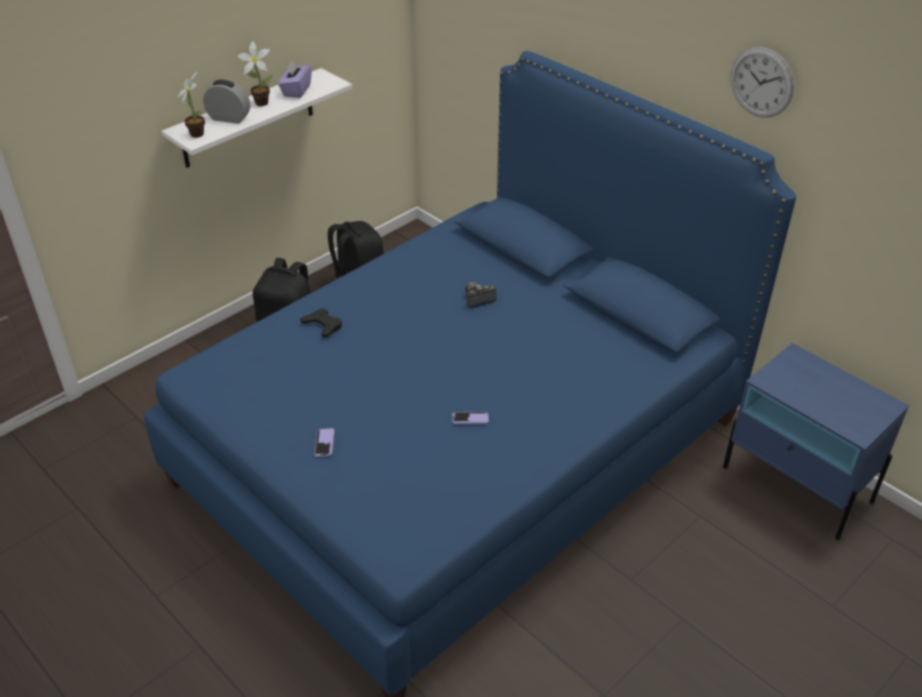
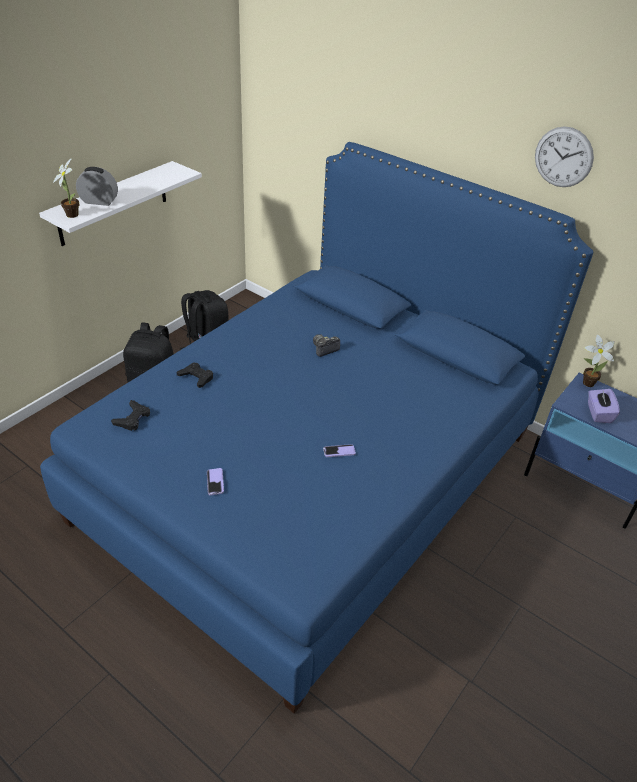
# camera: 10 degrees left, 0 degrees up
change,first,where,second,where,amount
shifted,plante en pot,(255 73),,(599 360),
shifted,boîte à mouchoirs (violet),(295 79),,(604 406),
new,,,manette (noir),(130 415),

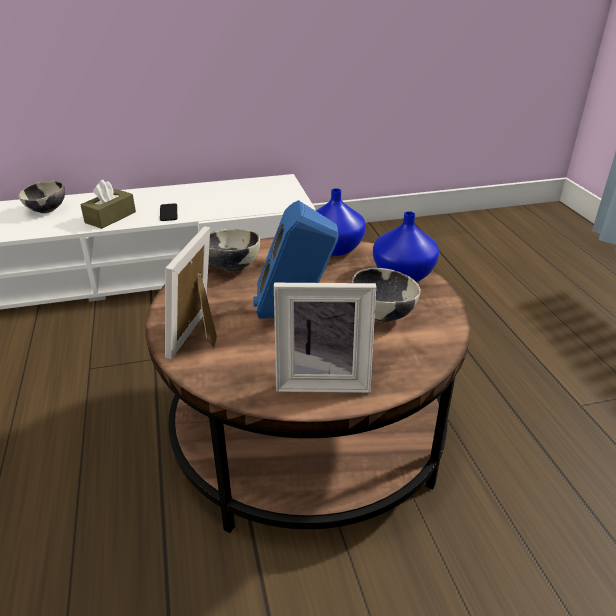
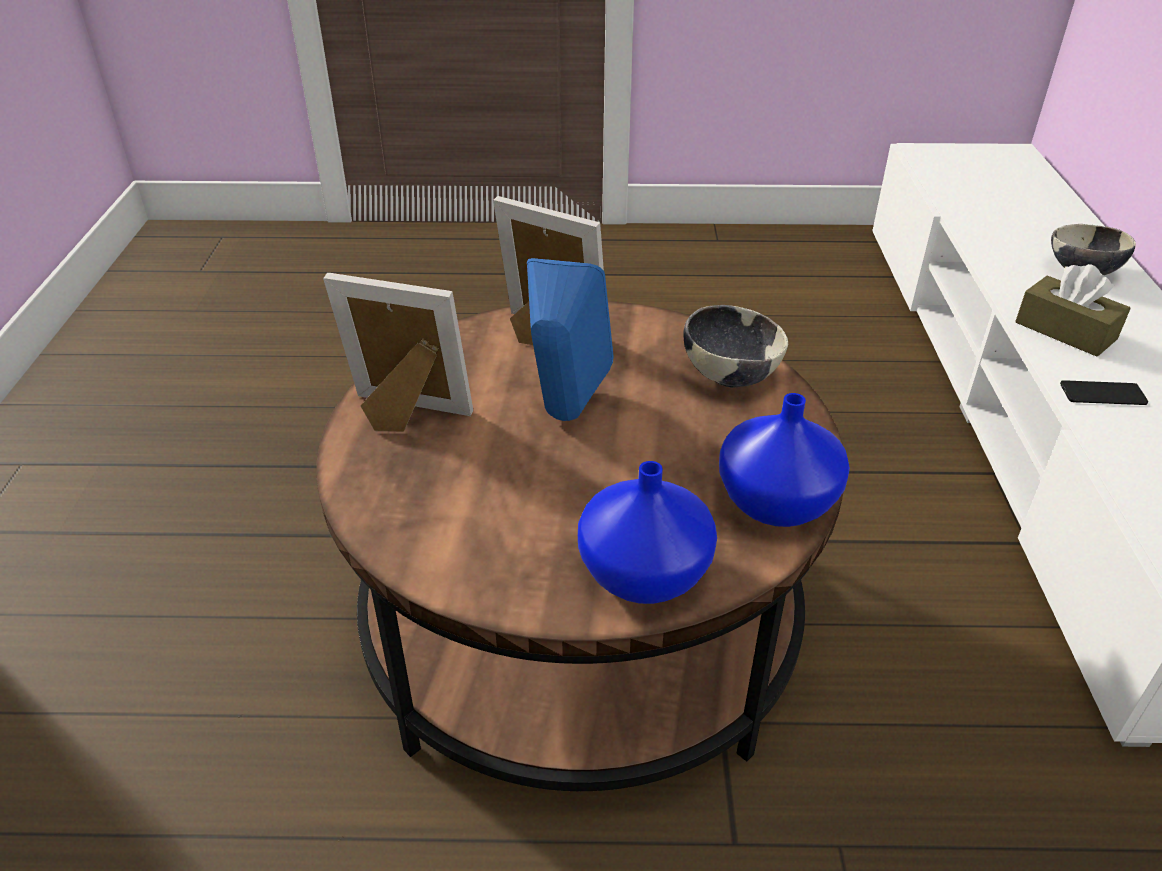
# camera: 105 degrees right, 5 degrees up
change,first,where,second,where,amount
gone,bol,(386 295),,,
rotated,cadre photo,(325 338),,(398 352),90 degrees clockwise

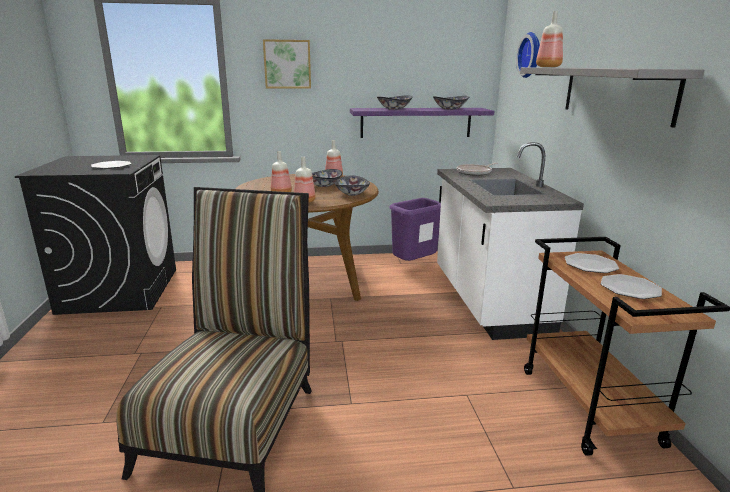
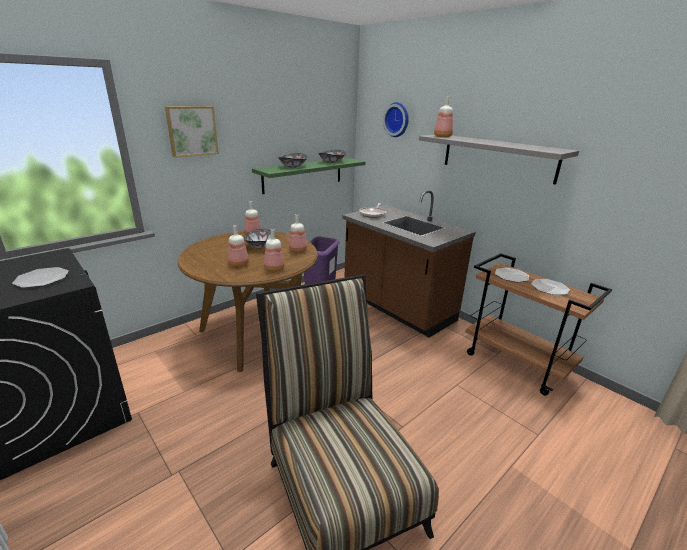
# camera: 35 degrees left, 5 degrees up
change,first,where,second,where,amount
repainted,étagère (violet),(422 123),étagère (vert),(308 176),
repainted,comptoir de cuisine (blanc),(510 241),comptoir de cuisine (marron),(409 263),
swapped,bol,(352 185),bouteille,(298 233),

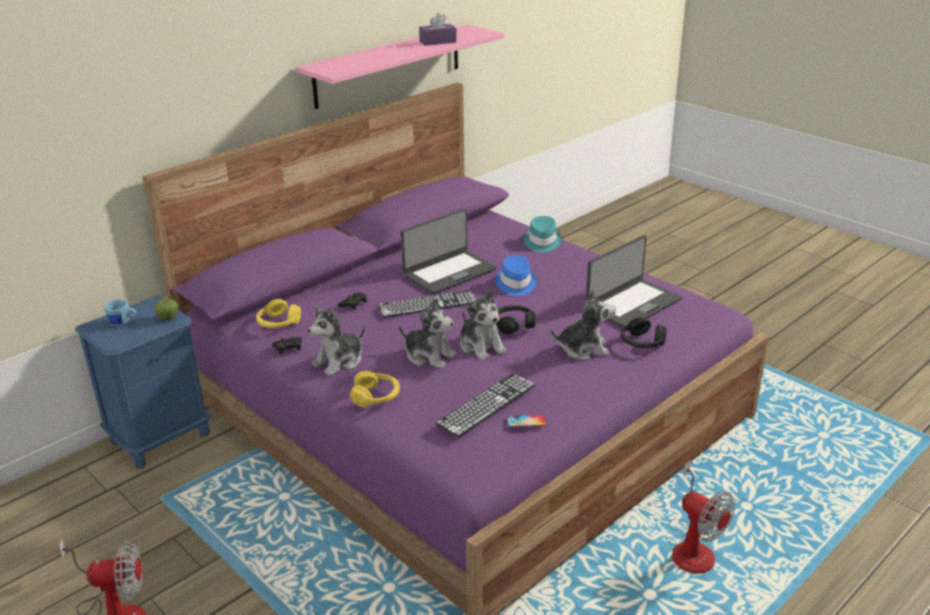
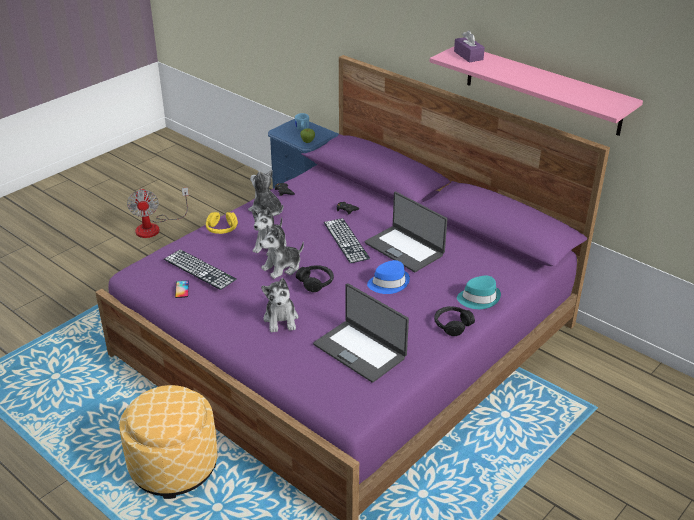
# camera: 85 degrees right, 5 degrees up
change,first,where,second,where,amount
shifted,boîte à mouchoirs (violet),(438 29),,(469 46),
gone,casque audio (jaune),(278 313),,,
shifted,casque audio (noir),(644 332),,(454 321),
swapped,ventilateur,(701 516),pouf,(168 442),

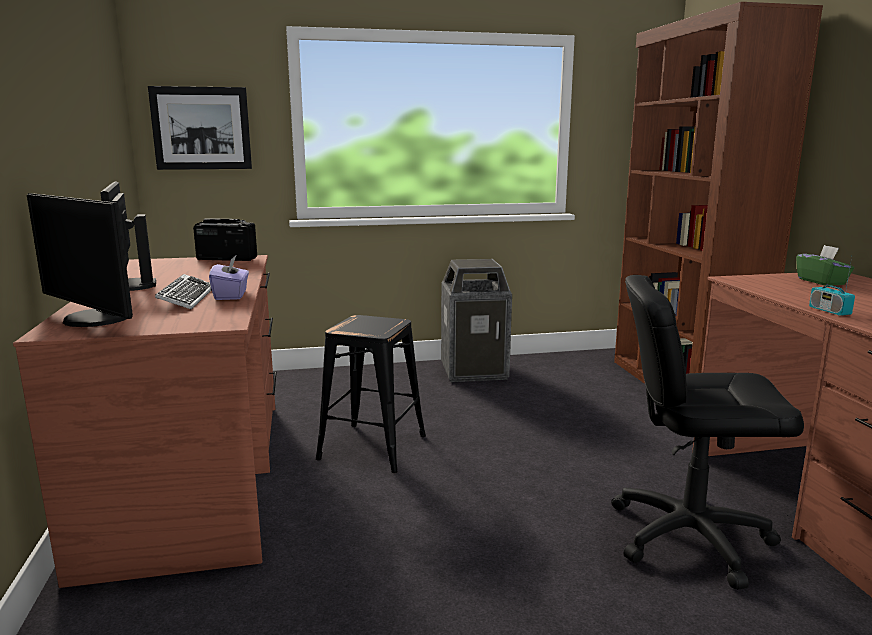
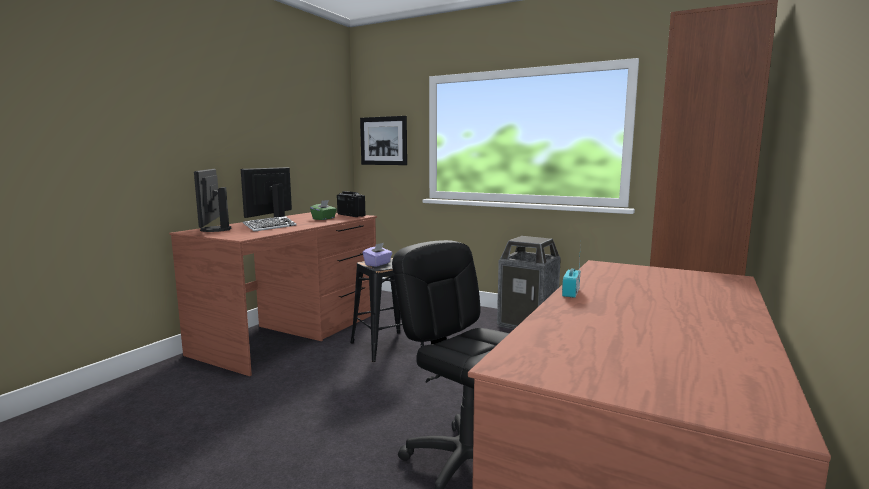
# camera: 40 degrees right, 5 degrees down
change,first,where,second,where,amount
shifted,boîte à mouchoirs (vert),(825 265),,(323 210),
shifted,boîte à mouchoirs (violet),(229 278),,(377 255),

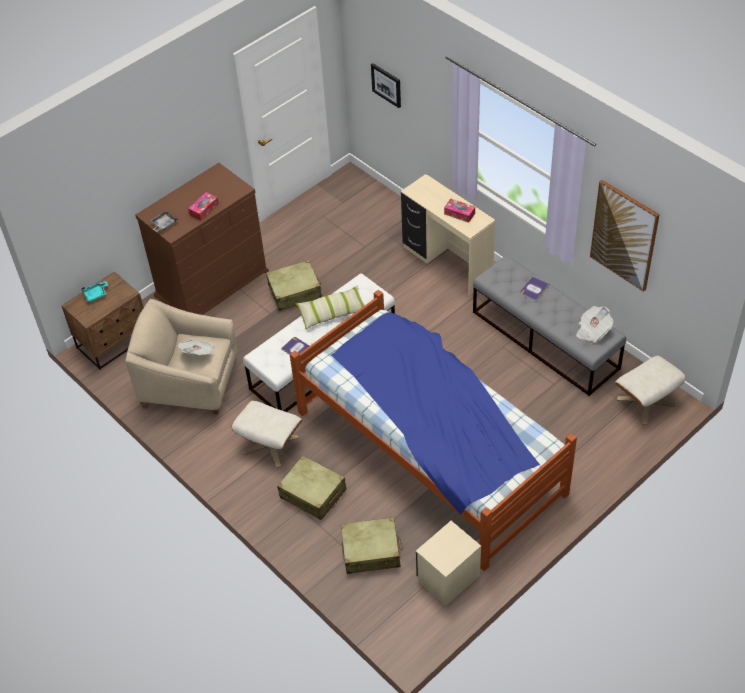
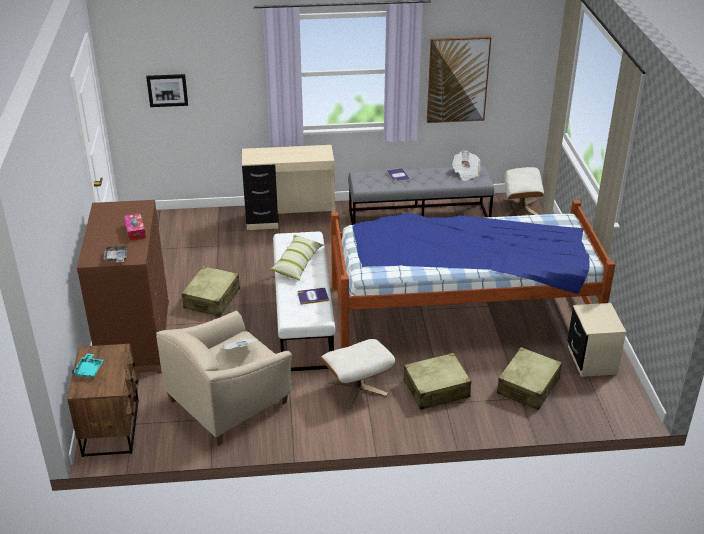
# camera: 55 degrees left, 15 degrees down
change,first,where,second,where,amount
gone,boîte à mouchoirs,(459 210),,,

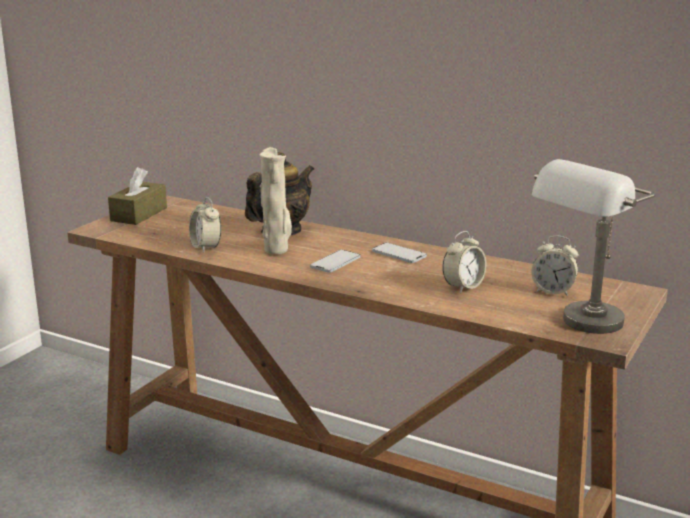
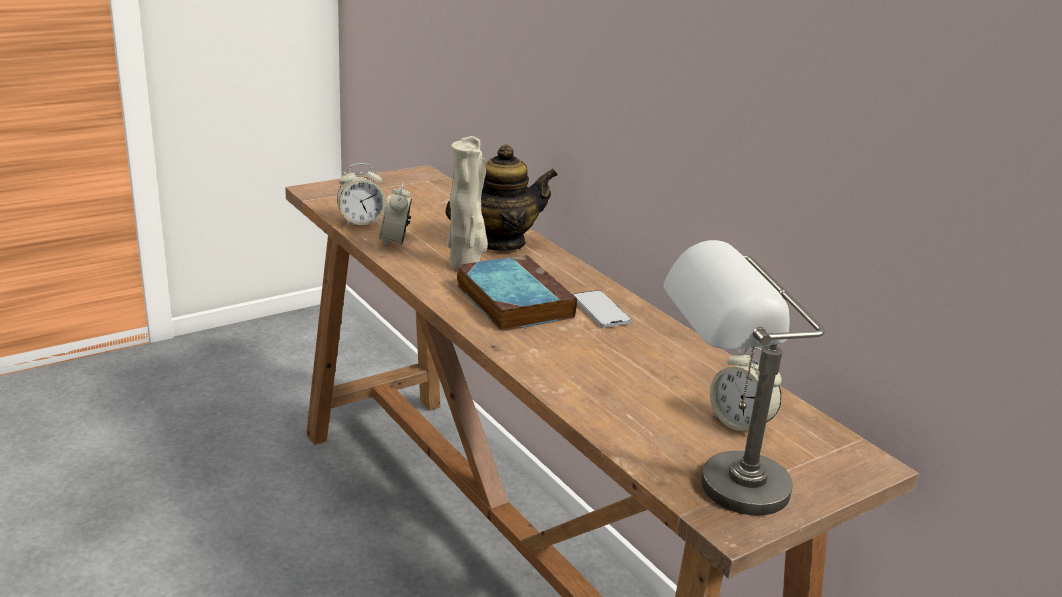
# camera: 25 degrees right, 5 degrees up
change,first,where,second,where,amount
gone,boîte à mouchoirs (marron),(137 196),,,
shifted,réveil,(464 262),,(361 195),
swapped,téléphone,(335 261),livre,(517 293),

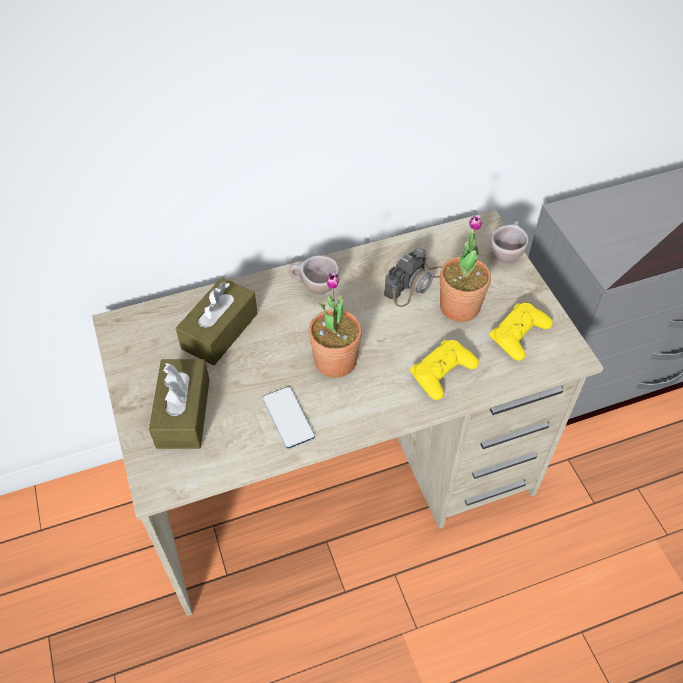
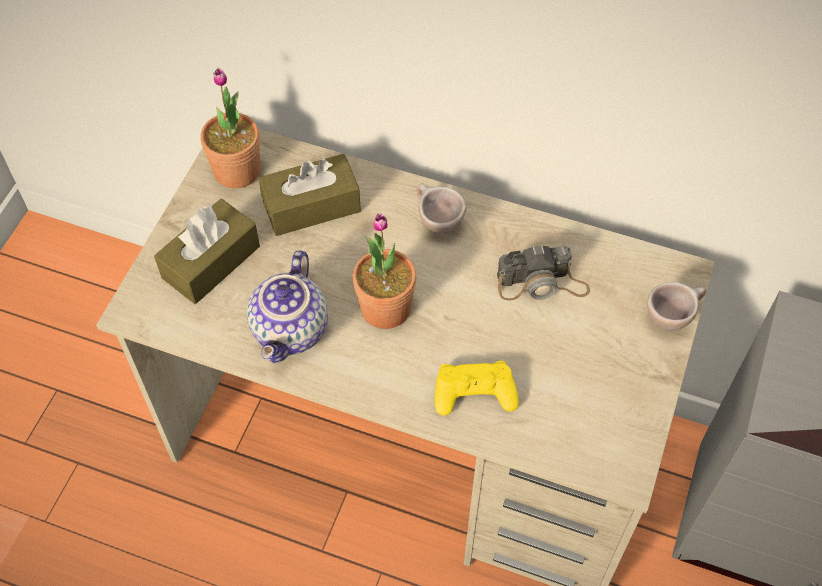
# camera: 40 degrees right, 5 degrees up
change,first,where,second,where,amount
shifted,plante en pot,(465 268),,(230 128),
gone,manette (jaune),(521 332),,,
swapped,téléphone,(288 417),théière,(287 306),

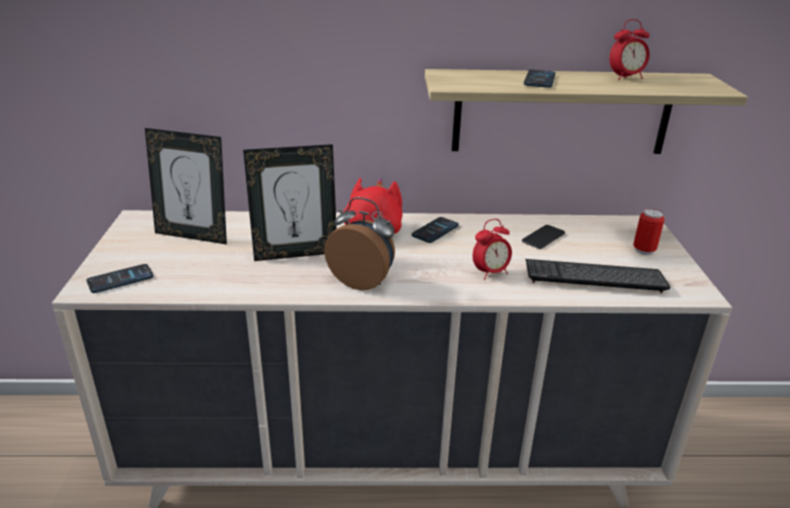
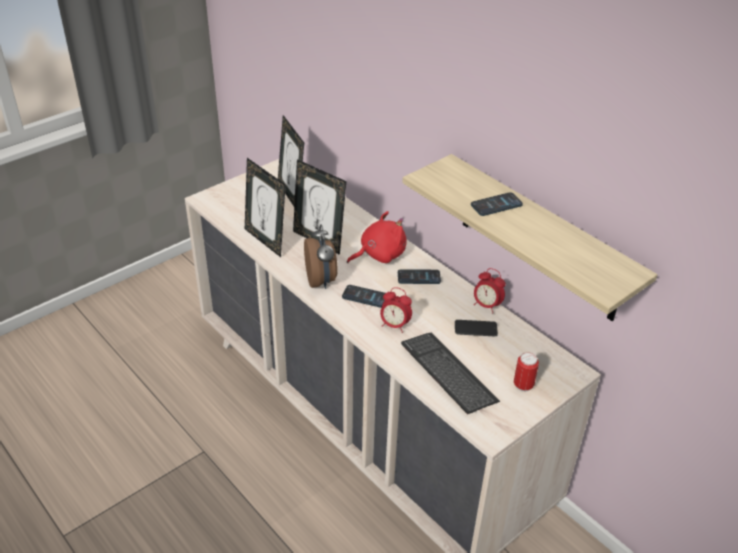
# camera: 50 degrees right, 10 degrees up
change,first,where,second,where,amount
shifted,réveil,(629 49),,(490 291),
shifted,téléphone,(120 278),,(363 296),
new,,,cadre photo,(265 207),

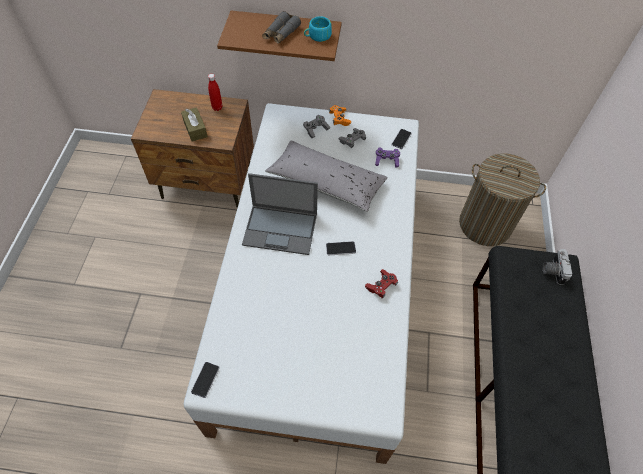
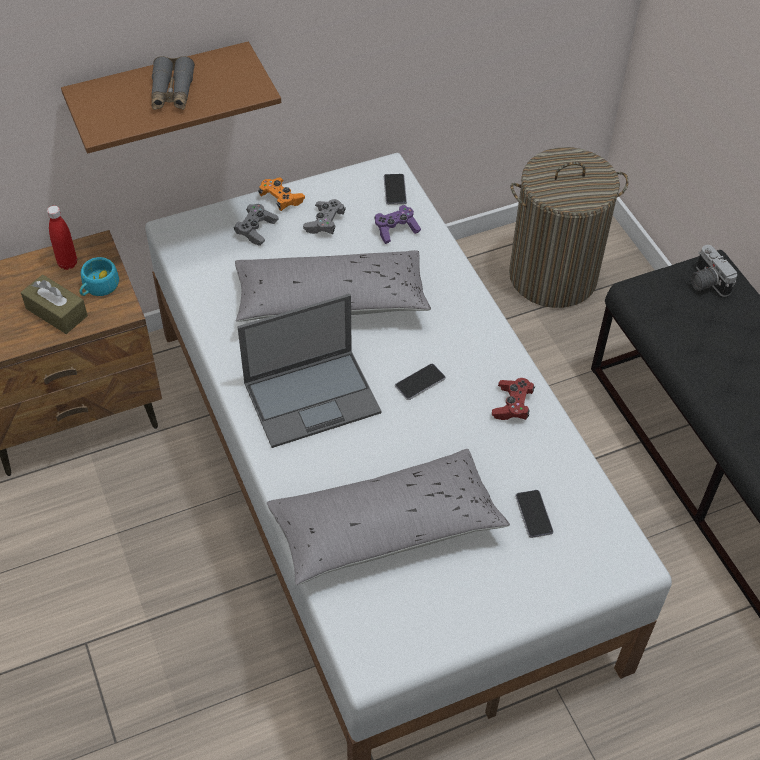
# camera: 30 degrees left, 5 degrees down
change,first,where,second,where,amount
shifted,tasse (turquoise),(318 29),,(99 276),
shifted,téléphone,(205 380),,(534 514),
new,,,coussin (gris),(388 517),

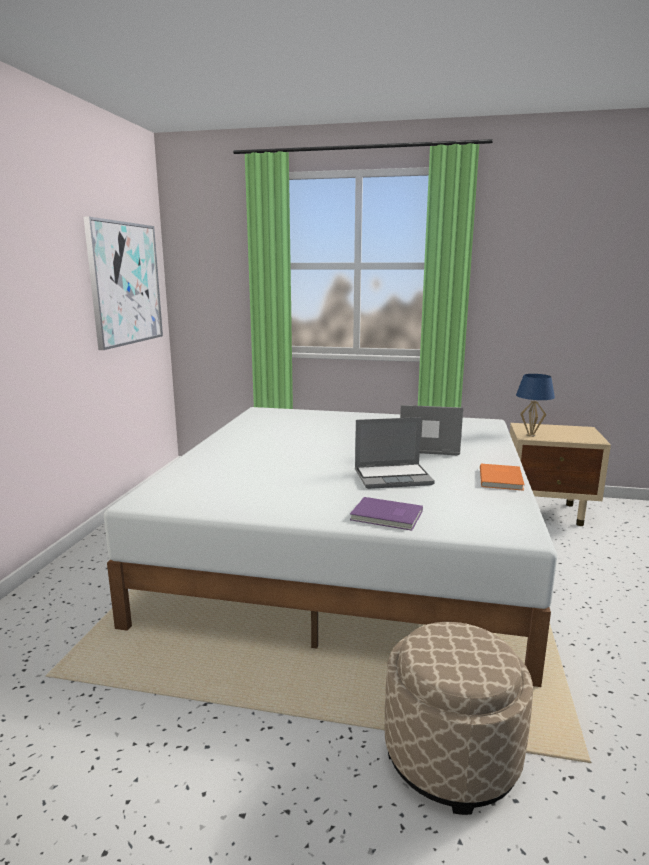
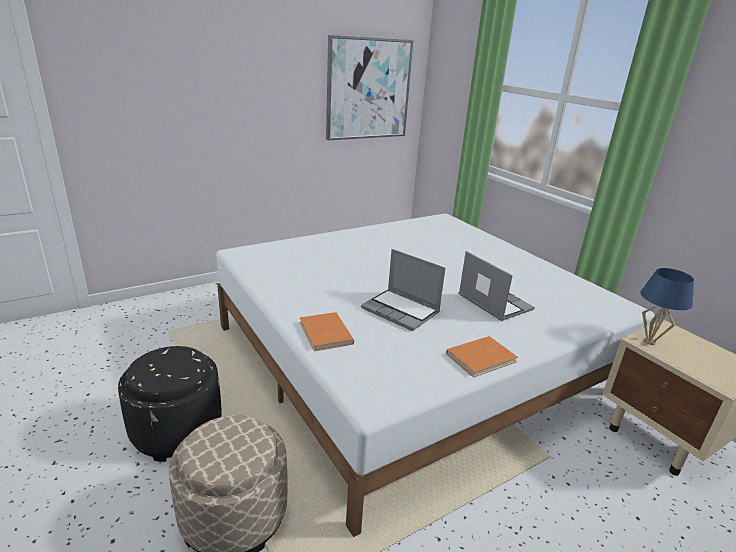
# camera: 45 degrees right, 10 degrees up
change,first,where,second,where,amount
repainted,livre (violet),(386 514),livre (orange),(327 331),
new,,,pouf (noir),(170 404),

